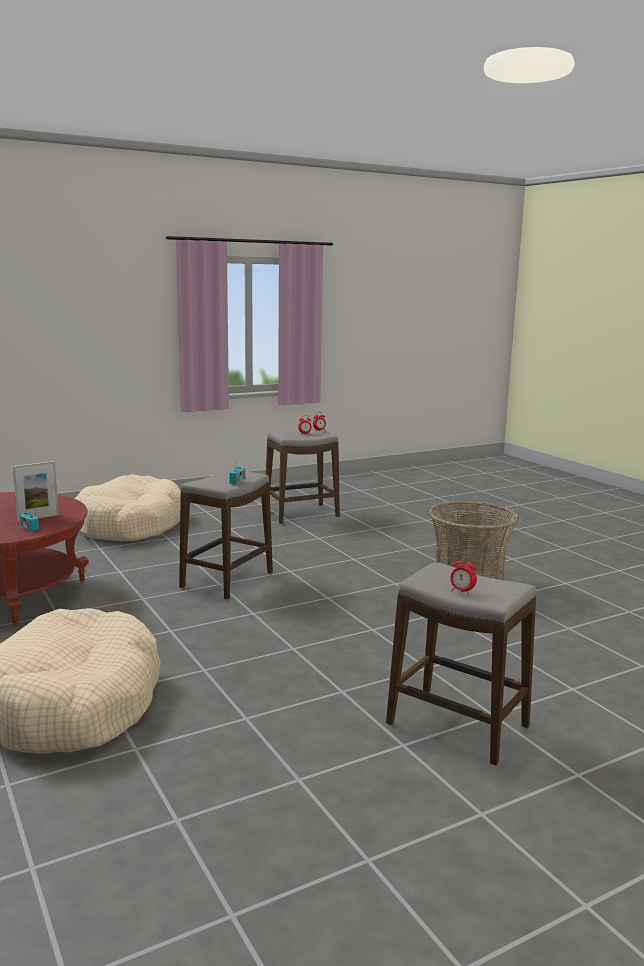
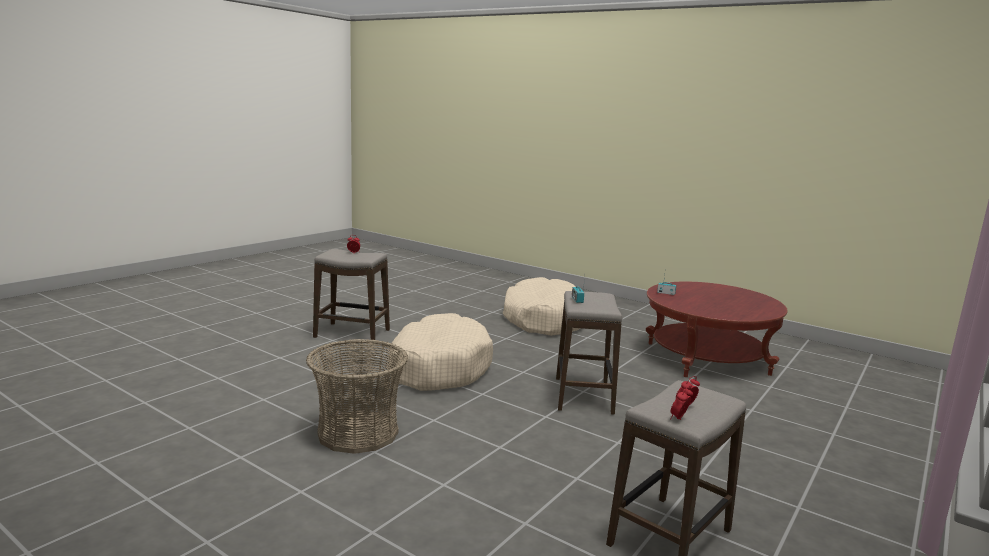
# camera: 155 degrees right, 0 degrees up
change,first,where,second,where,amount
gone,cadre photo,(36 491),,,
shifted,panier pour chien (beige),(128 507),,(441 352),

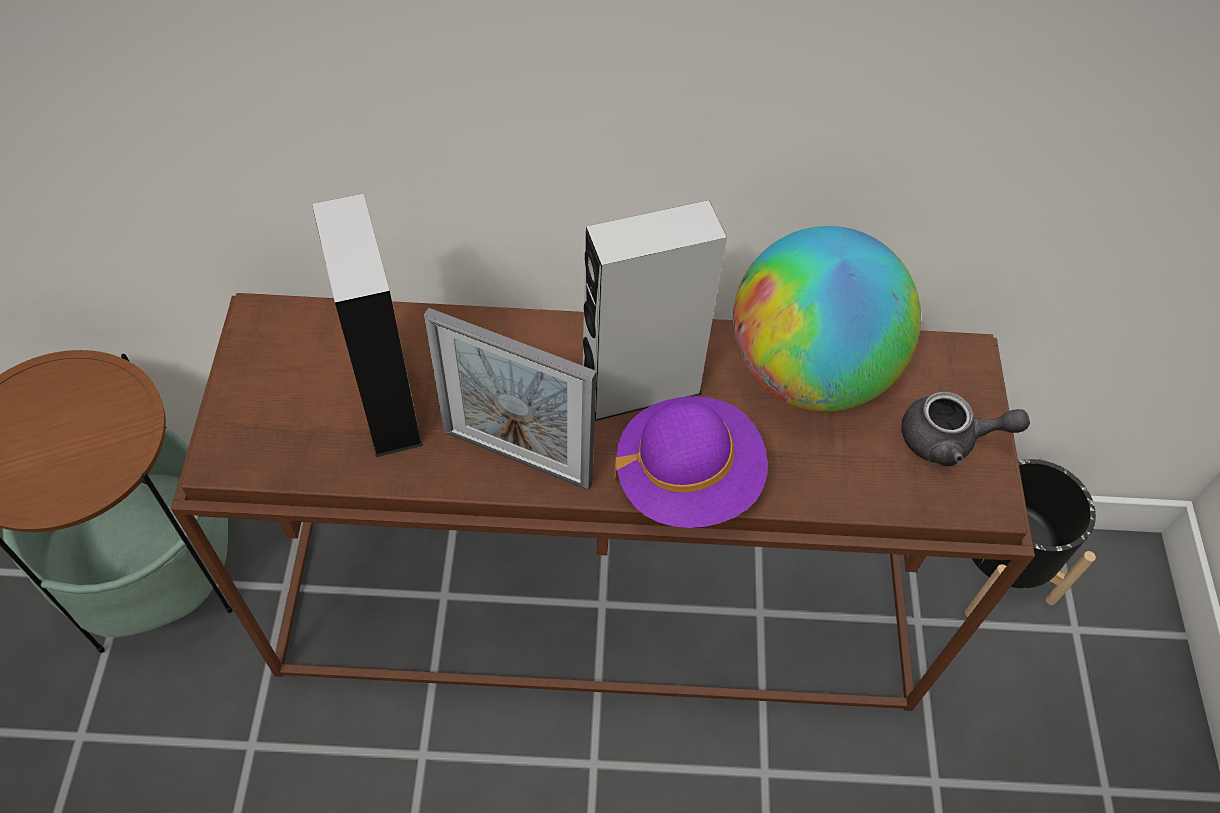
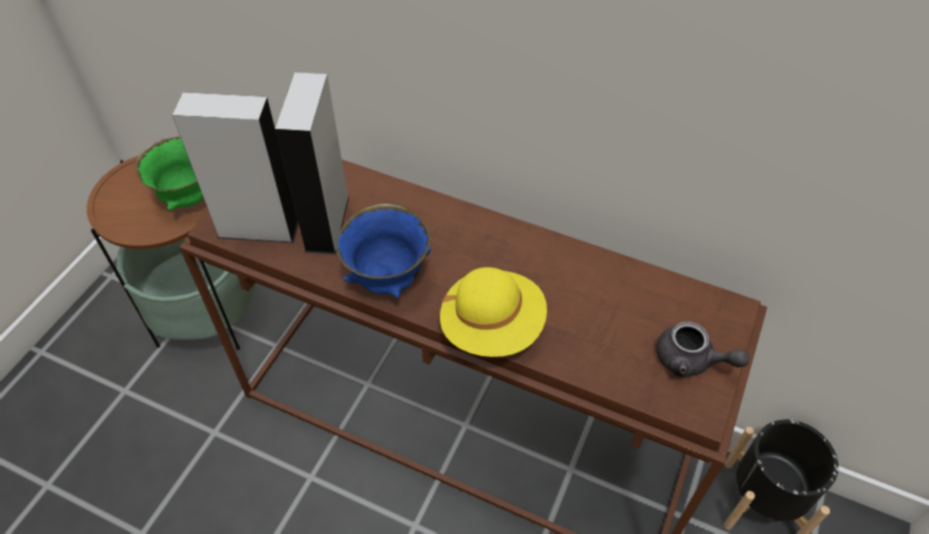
# camera: 25 degrees right, 5 degrees down
change,first,where,second,where,amount
shifted,enceinte (gris),(655 310),,(235 167),
gone,globe,(827 319),,,
swapped,cadre photo,(510 399),bol (bleu),(384 251),
repainted,chapeau (violet),(691 462),chapeau (jaune),(493 312),
new,,,bol (vert),(169 173),

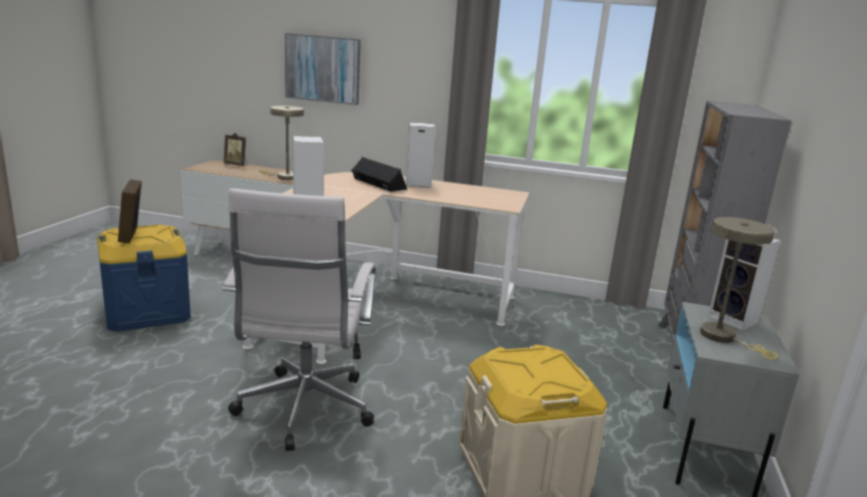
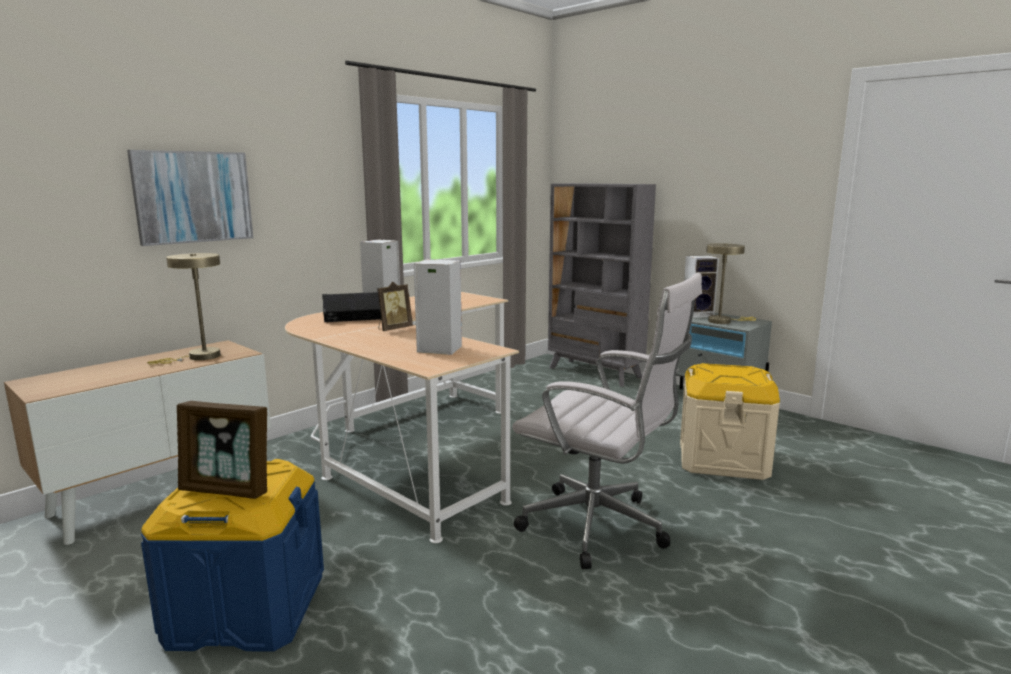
# camera: 60 degrees left, 5 degrees down
change,first,where,second,where,amount
shifted,cadre photo,(235 149),,(395 306),

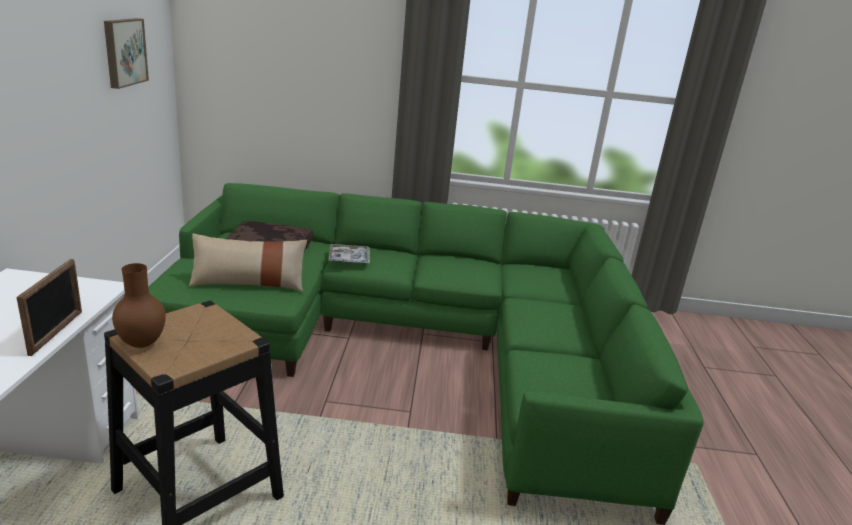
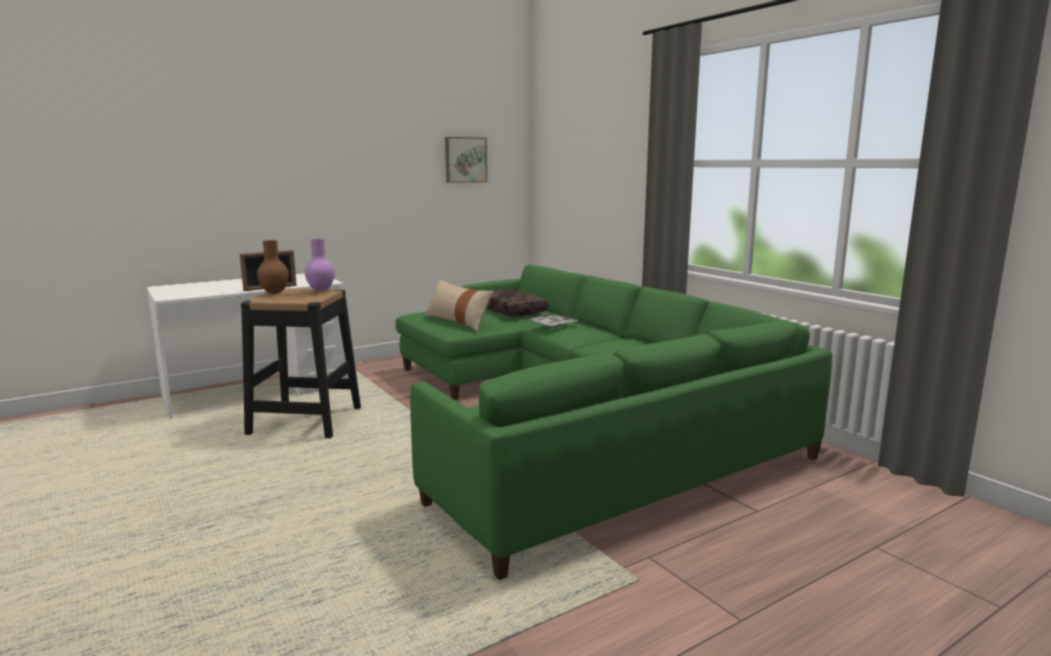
# camera: 55 degrees right, 10 degrees down
change,first,where,second,where,amount
new,,,vase (violet),(320 265),

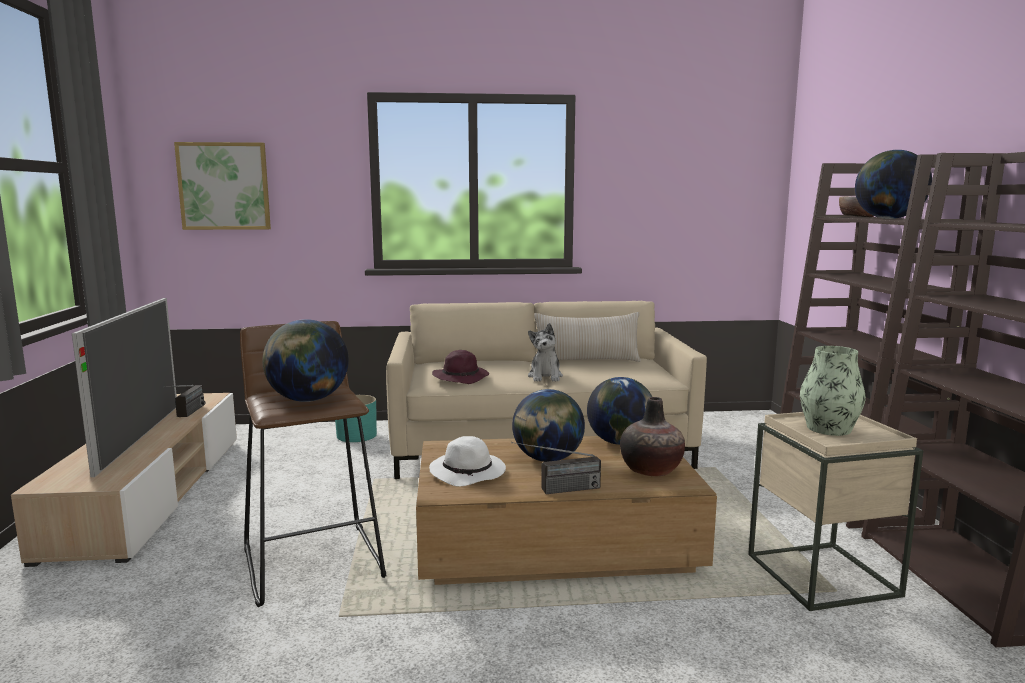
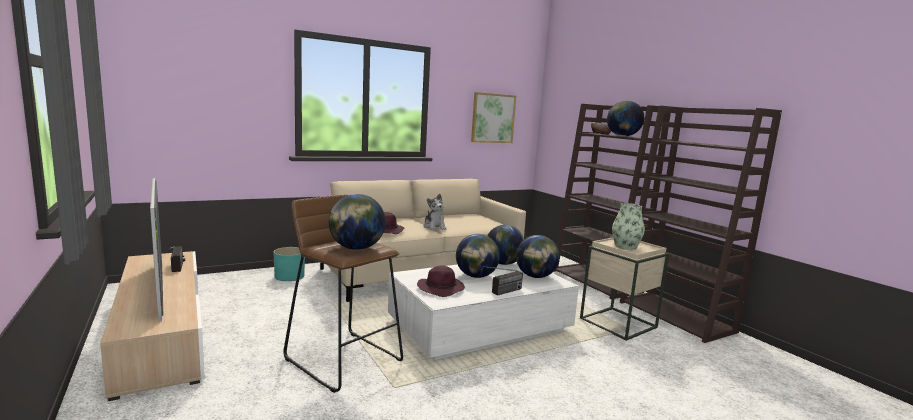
# camera: 25 degrees left, 0 degrees up
change,first,where,second,where,amount
shifted,tableau,(222 186),,(493 117),
gone,coussin (beige),(587 337),,,
swapped,vase,(652 436),globe,(538 256),
repainted,table basse (marron),(566 510),table basse (blanc),(483 310),
repainted,chapeau (blanc),(467 461),chapeau (violet),(441 281),

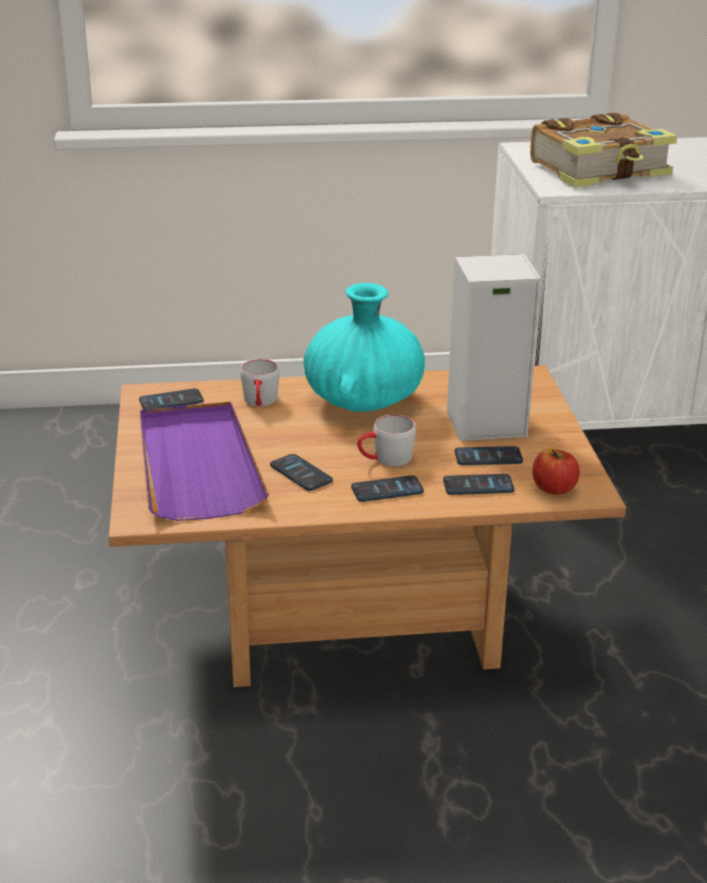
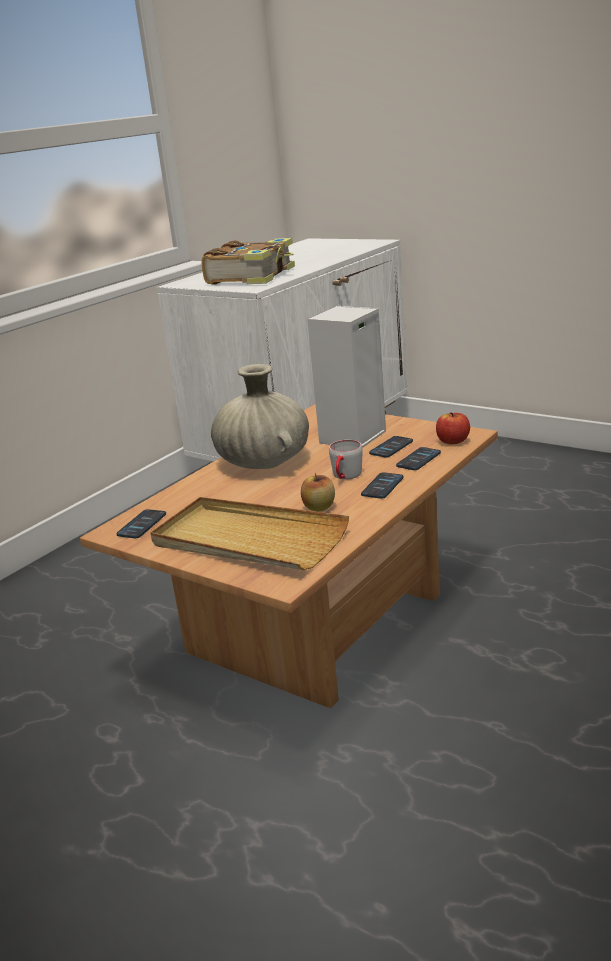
# camera: 45 degrees left, 5 degrees down
change,first,where,second,where,amount
repainted,vase (turquoise),(364 347),vase (beige),(260 416),
gone,mug (gris),(260 382),,,
repainted,plateau (violet),(204 461),plateau (beige),(249 533),
swapped,téléphone,(301 472),pomme,(318 492),

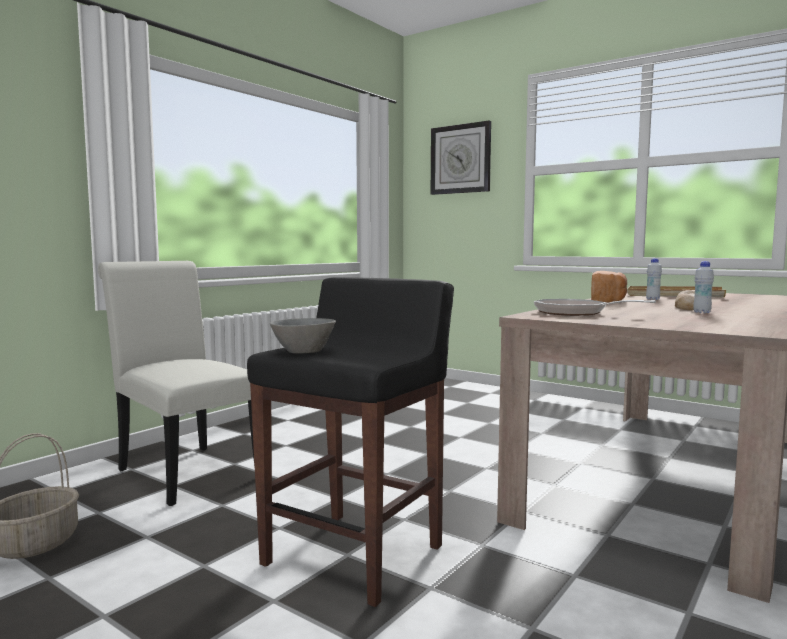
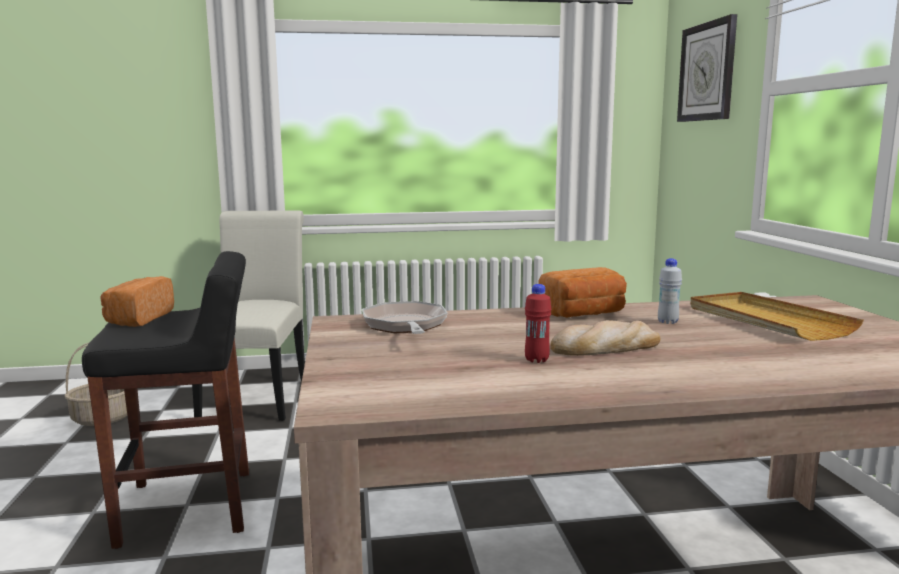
# camera: 45 degrees right, 5 degrees up
change,first,where,second,where,amount
repainted,bouteille (blanc),(703 287),bouteille (rouge),(538 323),
swapped,bol (gris),(303 336),pain,(137 301),

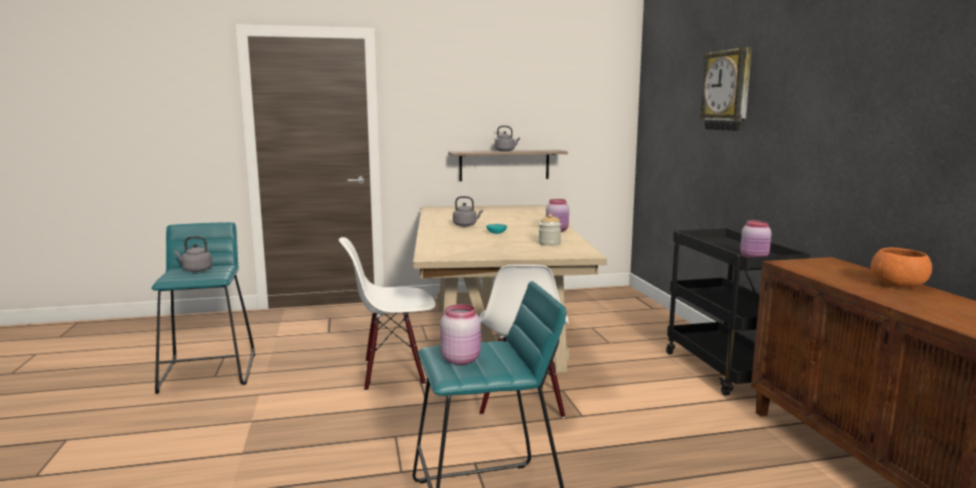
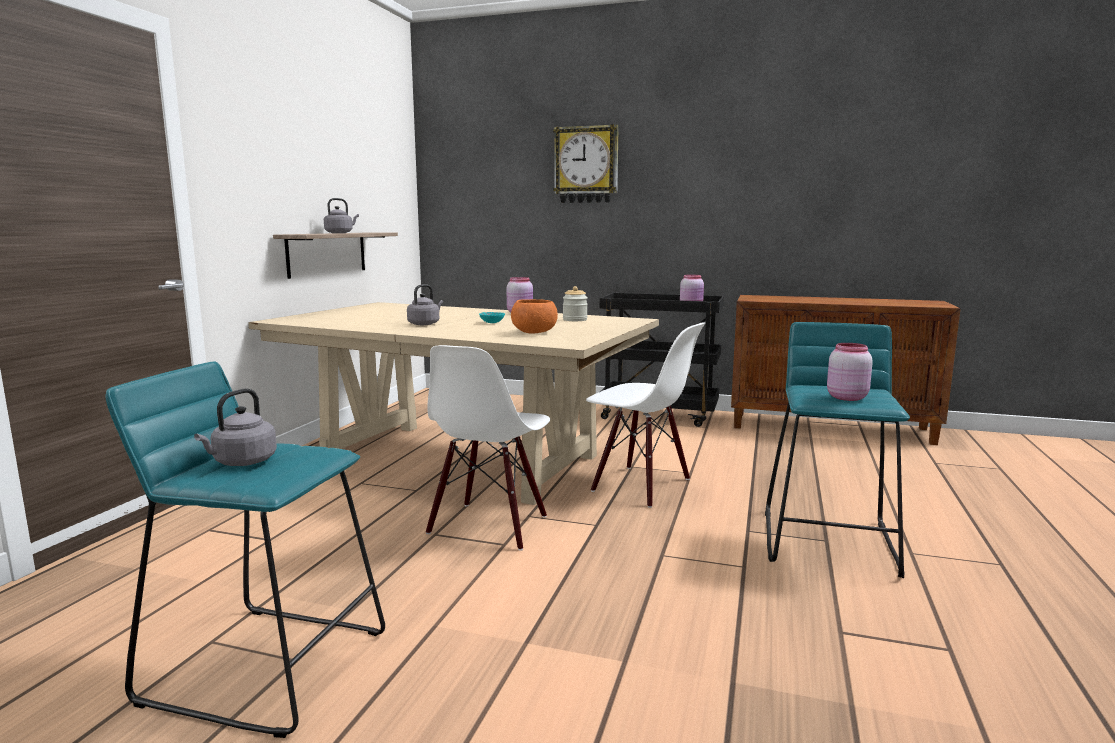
# camera: 60 degrees left, 0 degrees up
change,first,where,second,where,amount
shifted,bol (orange),(901 268),,(534 316),

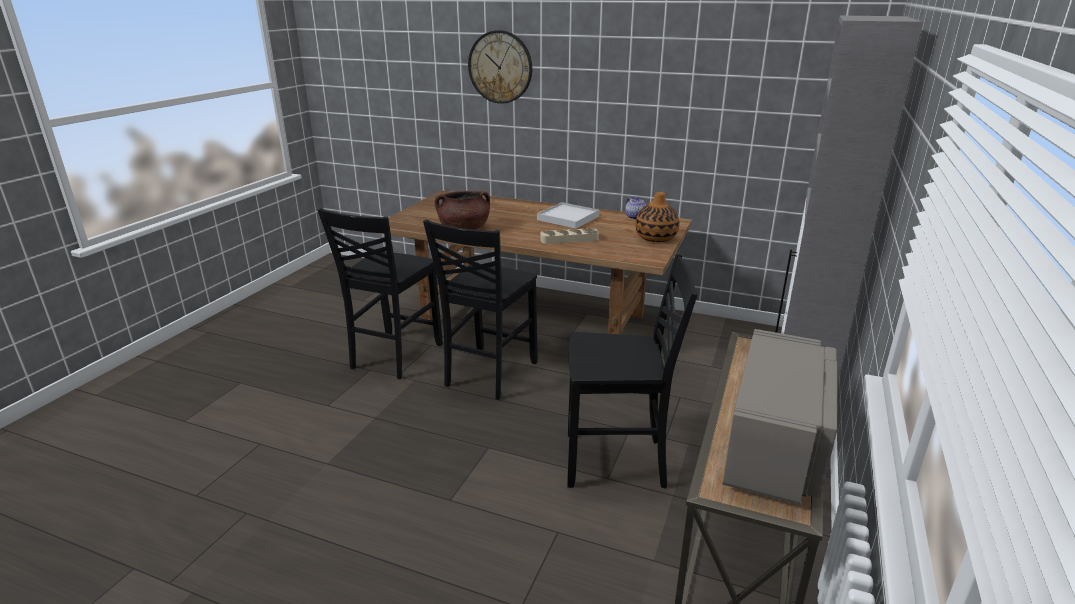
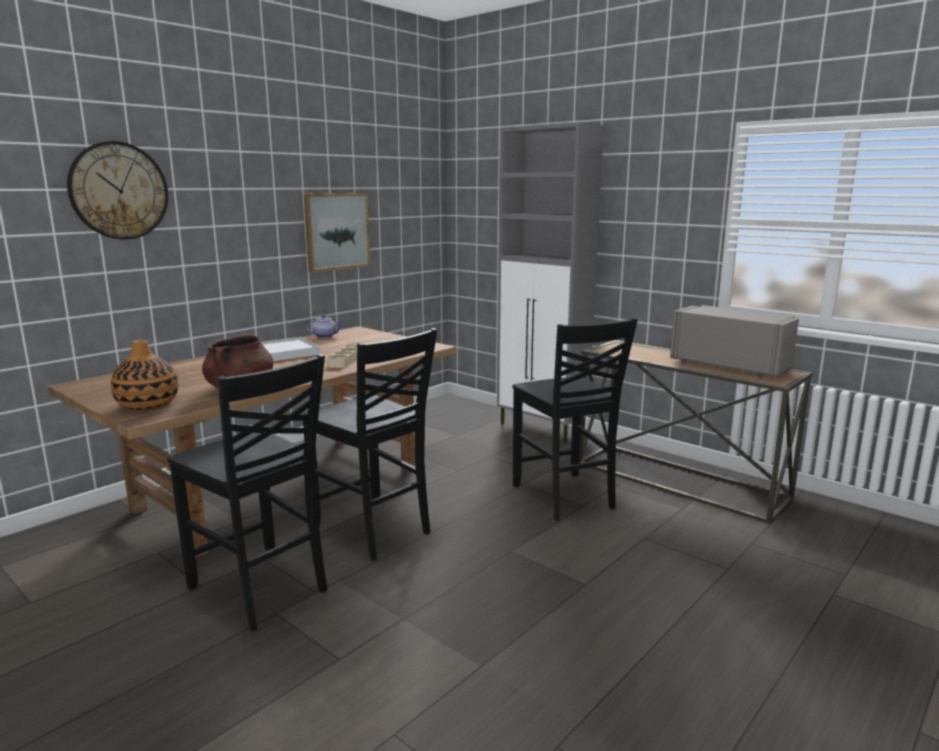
# camera: 70 degrees left, 10 degrees down
change,first,where,second,where,amount
shifted,vase,(657 217),,(144 375),
rotated,chaise (noir),(632 371),,(575 419),135 degrees clockwise
new,,,tableau,(337 232),

